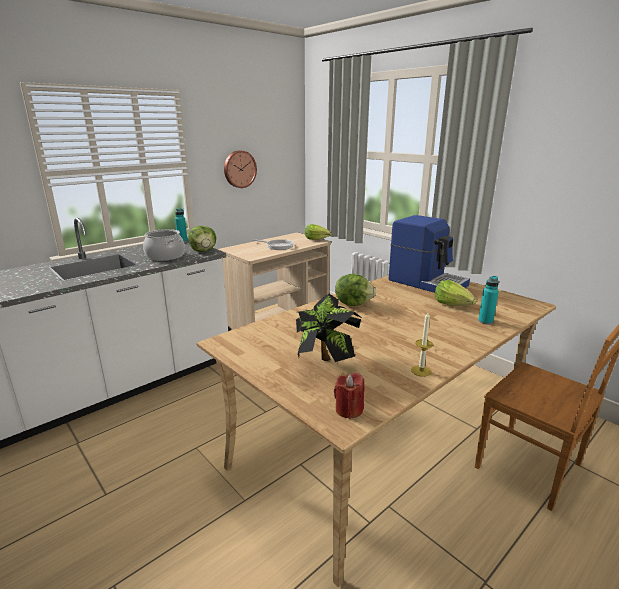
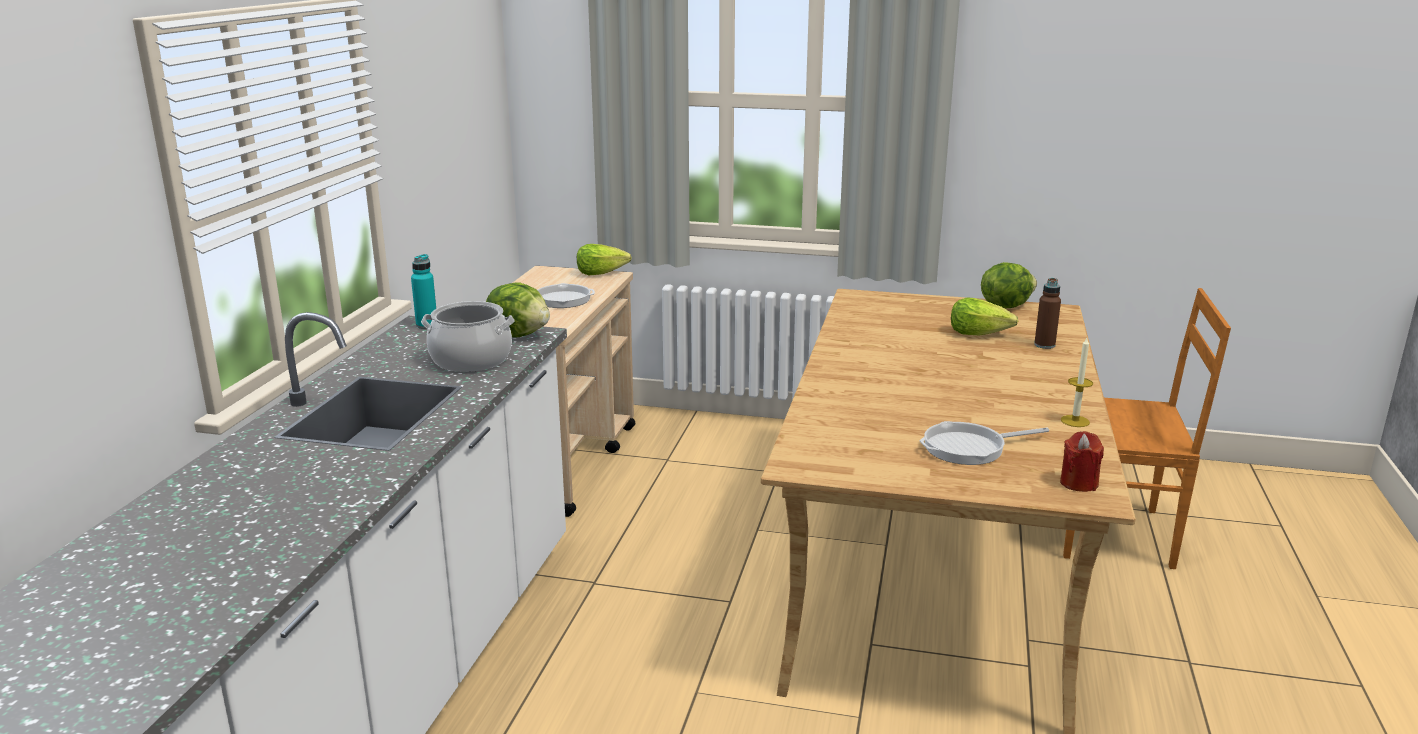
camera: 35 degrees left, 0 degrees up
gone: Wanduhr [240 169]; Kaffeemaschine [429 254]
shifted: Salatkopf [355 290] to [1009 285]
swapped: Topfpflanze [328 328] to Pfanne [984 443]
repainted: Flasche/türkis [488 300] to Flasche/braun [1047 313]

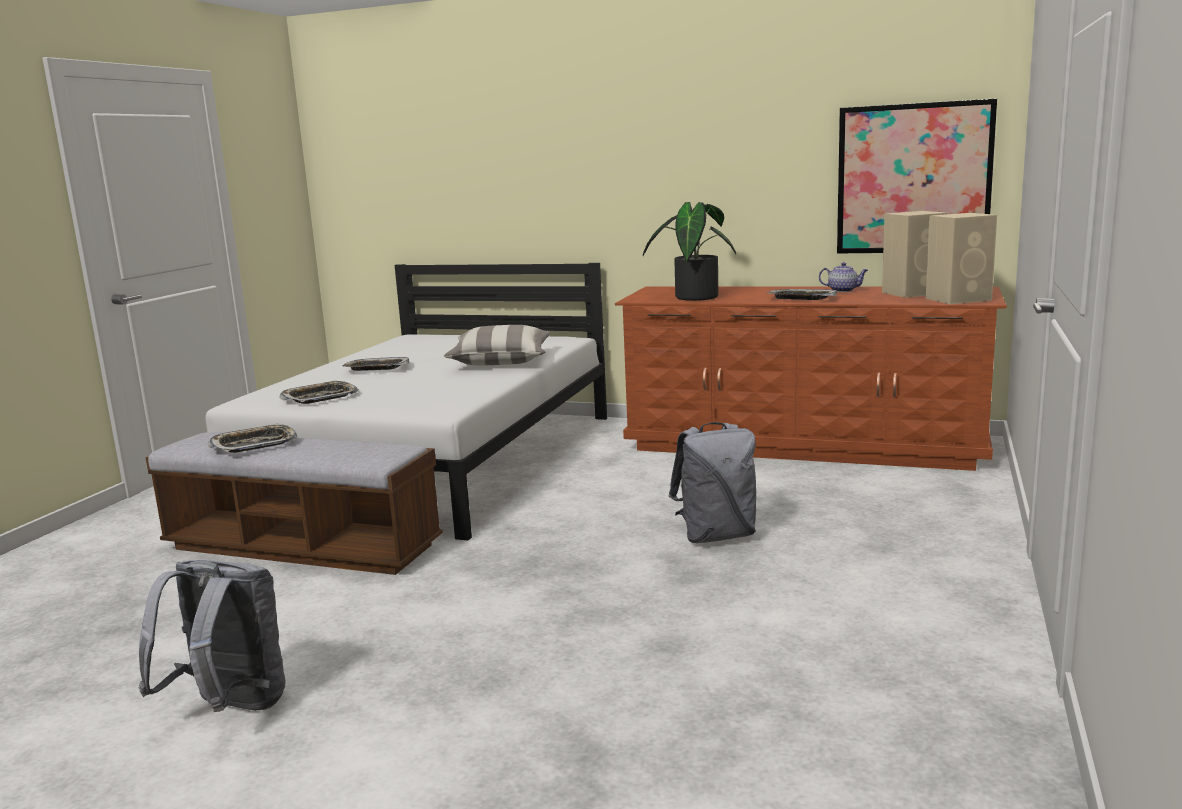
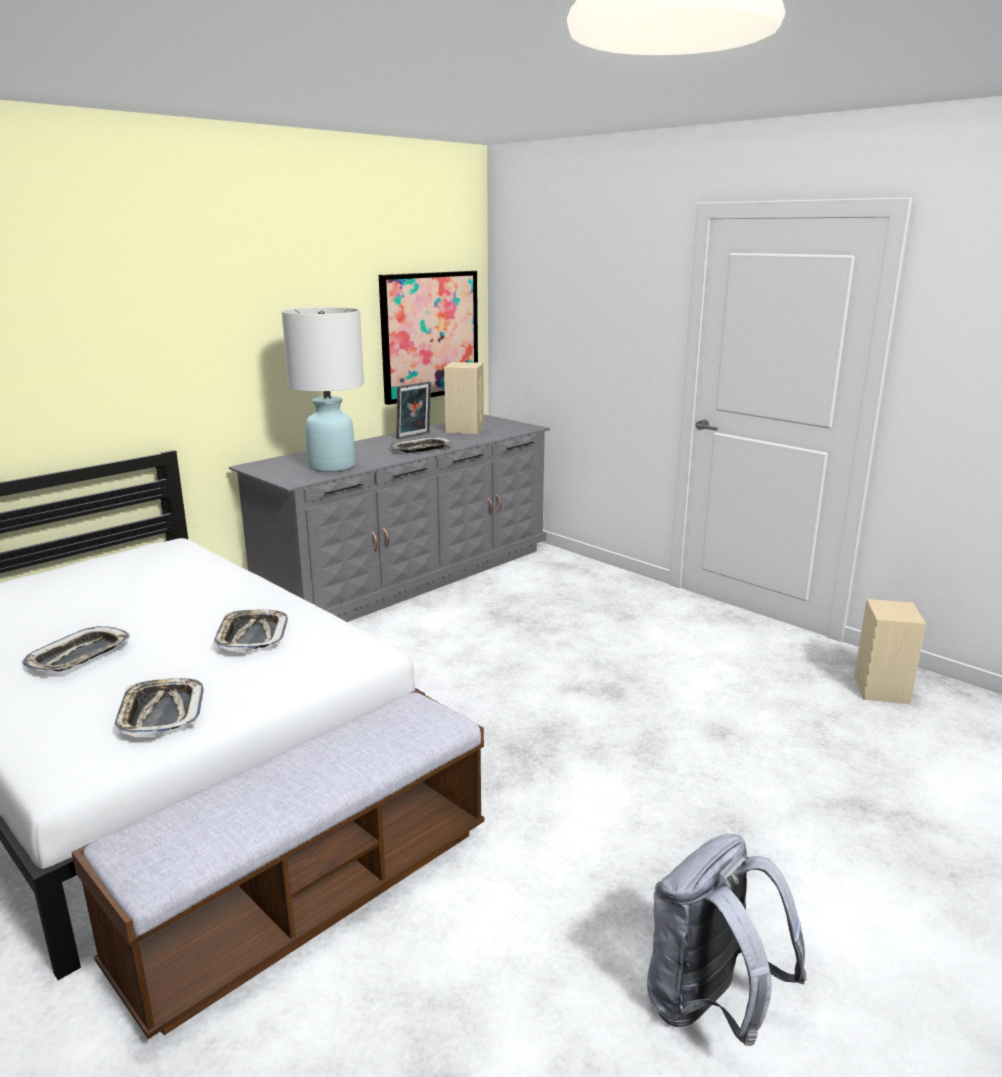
camera: 65 degrees left, 5 degrees up
gone: Kissen [497 345]; Rucksack/grau [712 482]
shifted: Lautsprecher/beige [961 258] to [890 651]; Tablett [252 438] to [251 631]
swapped: Topfpflanze [689 251] to Tischlampe/weiß [322 389]; Teekanne [843 277] to Bilderrahmen [413 410]
repainted: Kommode/braun [811 378] to Kommode/grau [389 518]

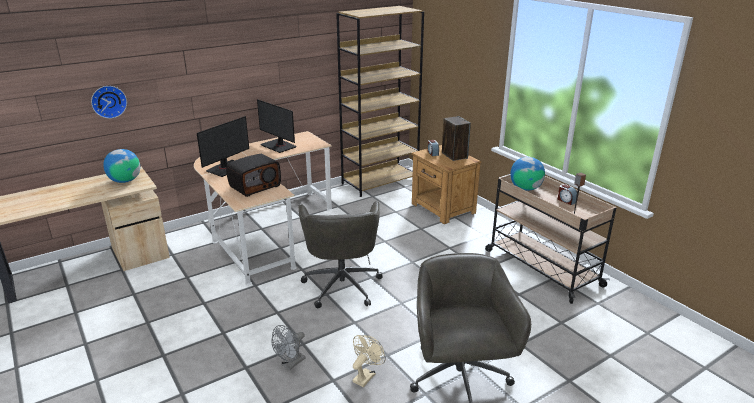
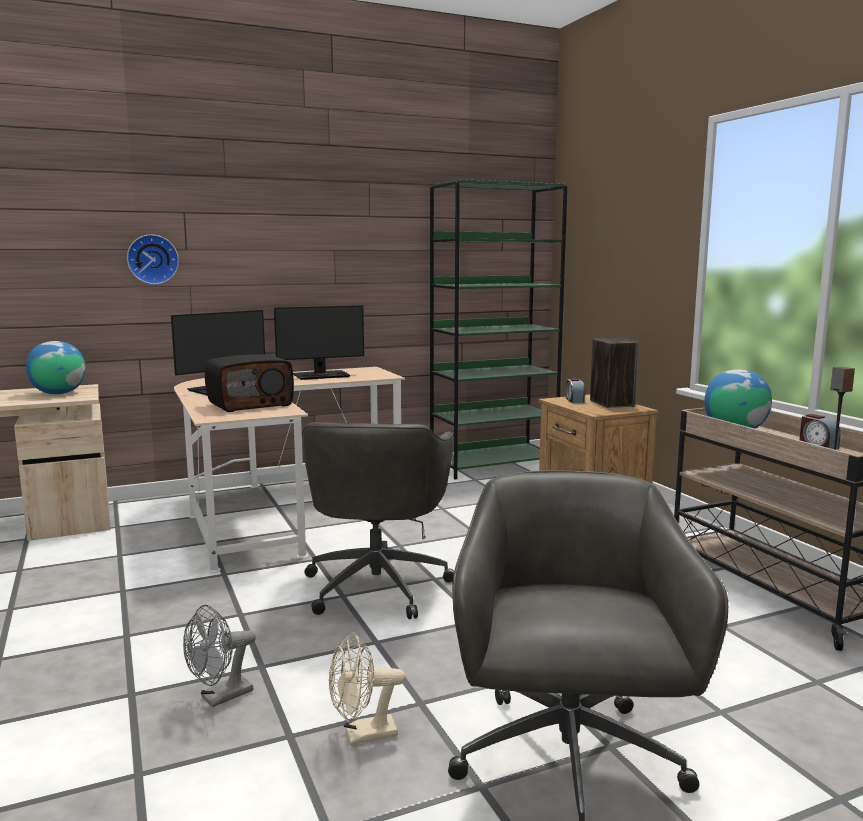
camera: 10 degrees right, 15 degrees down
shifted: Wanduhr [109 102] to [153 259]
repainted: Bücherregal/braun [380 101] to Bücherregal/grün [498 329]
rotated: Monitor [277 126] = [319 342] 75 degrees counterclockwise; Ventilator/beige [369 361] = [367 688] 150 degrees counterclockwise

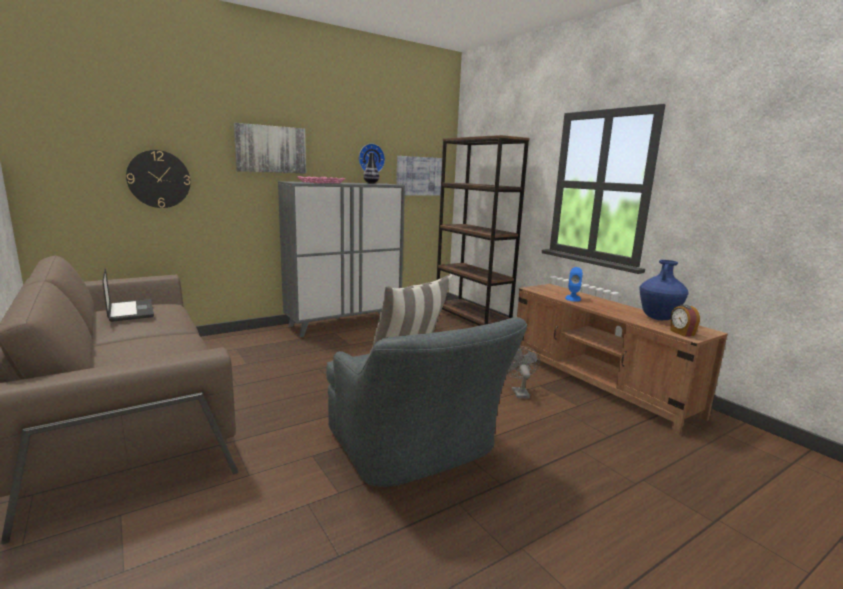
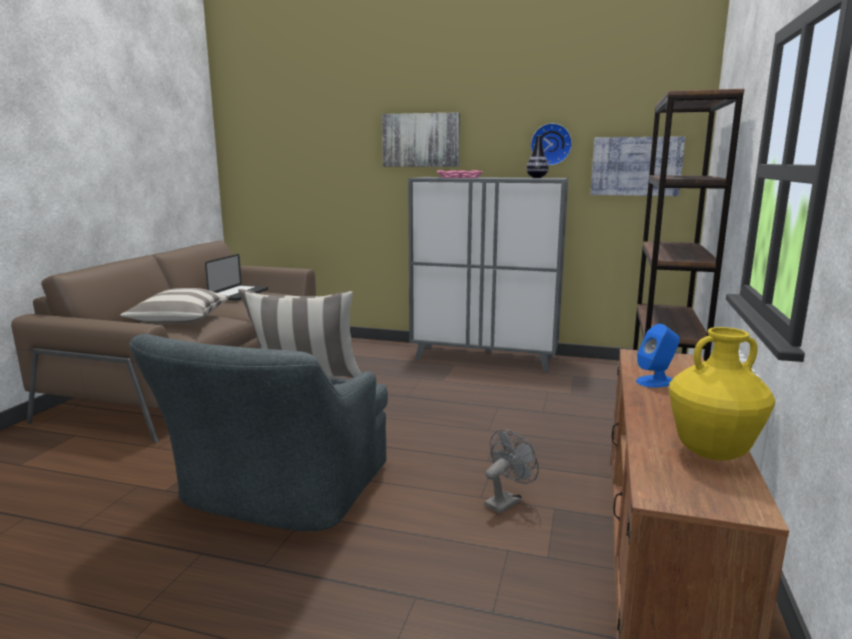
camera: 50 degrees right, 0 degrees up
gone: Wanduhr [158 179]; Wecker [685 321]
new: Kissen [174 306]
repainted: Vase/blau [664 290] to Vase/gelb [722 394]

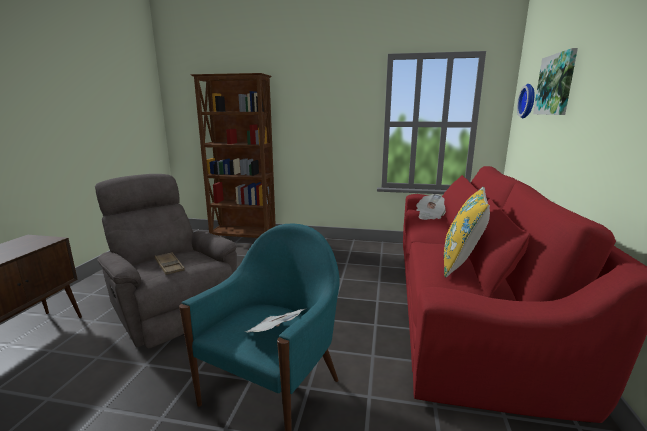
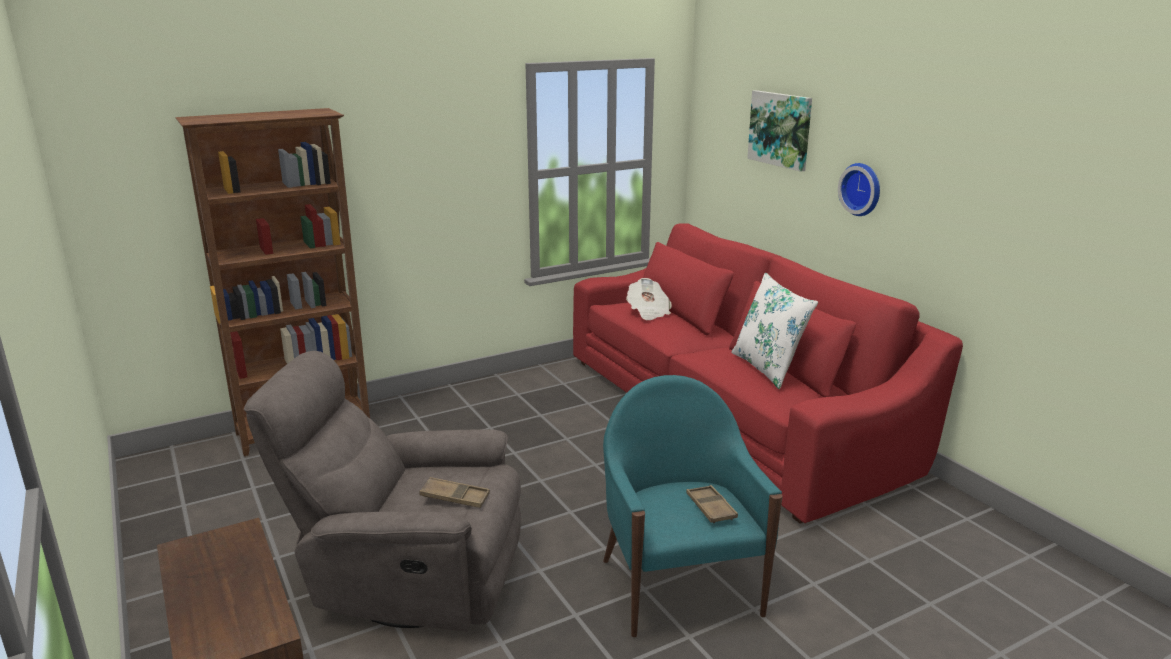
camera: 40 degrees left, 5 degrees up
shifted: Wanduhr [526 101] to [859 189]
swapped: Zeitung [275 321] to Tablett/braun [712 504]
repainted: Kissen/gelb [467 232] to Kissen/weiß [774 331]

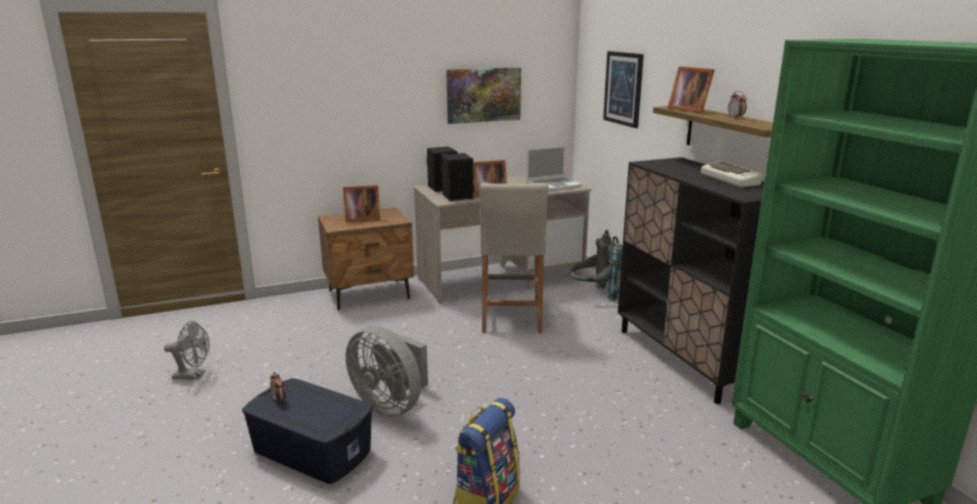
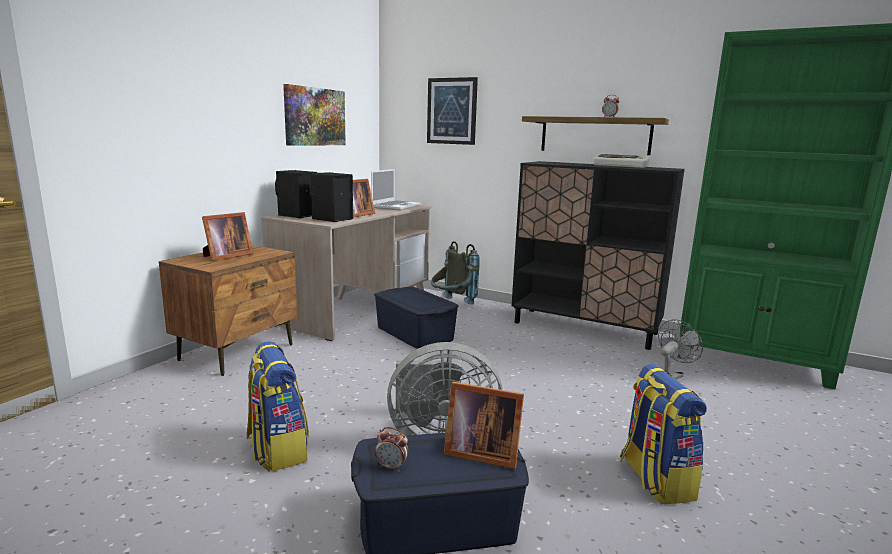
camera: 40 degrees left, 5 degrees down
new: Rucksack [278 406]
shifted: Bilderrahmen [691 89] to [484 425]; Ventilator/grau [187 350] to [680 349]
swapped: Hocker/beige [514 257] to Aufbewahrungsbox/blau [416 318]

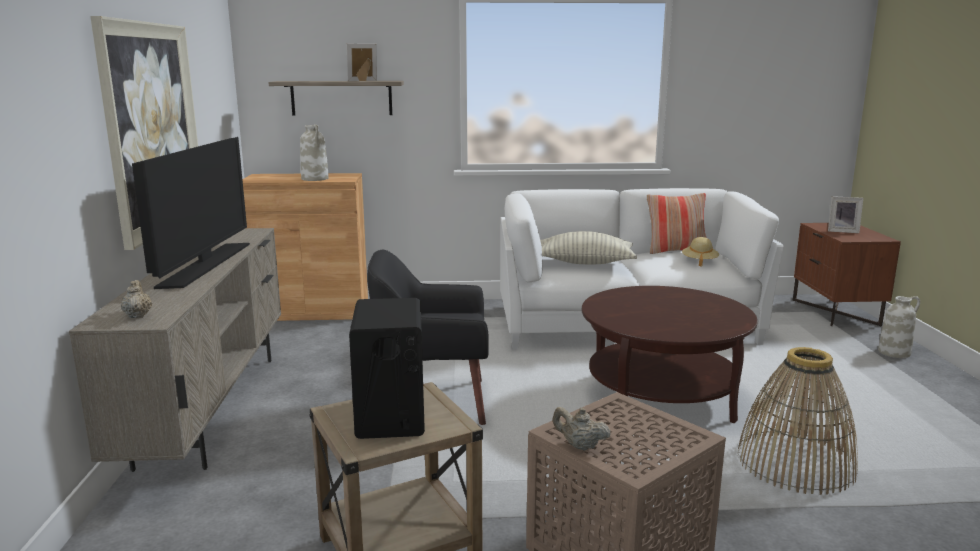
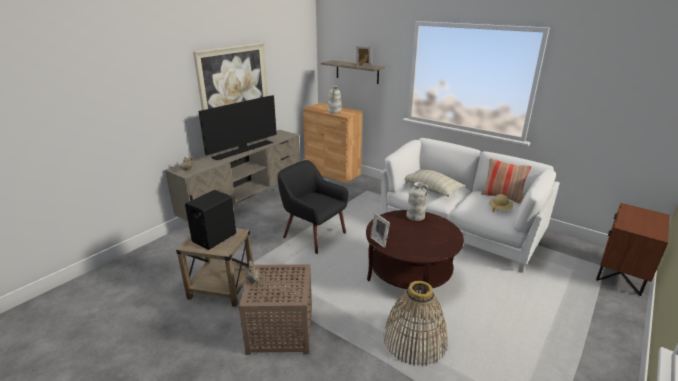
camera: 40 degrees right, 10 degrees up
shifted: Bilderrahmen [845 214] to [380 230]; Vase/weiß [899 327] to [417 201]

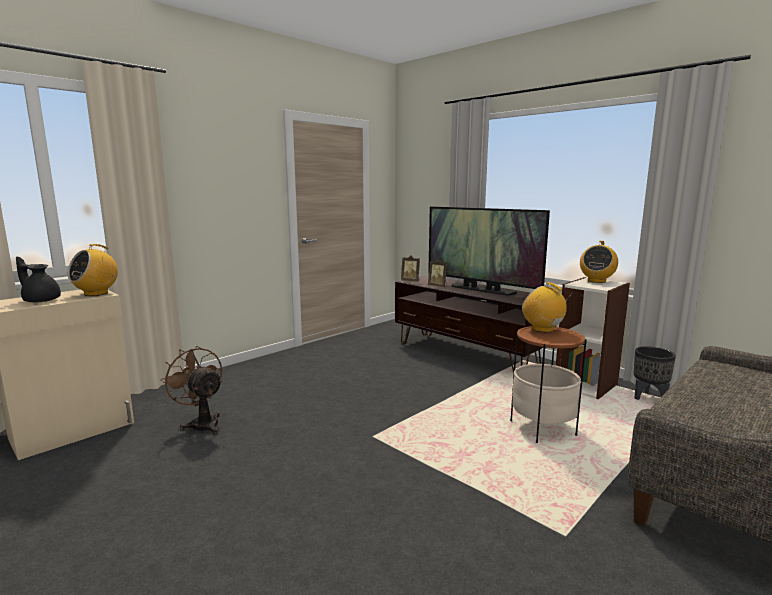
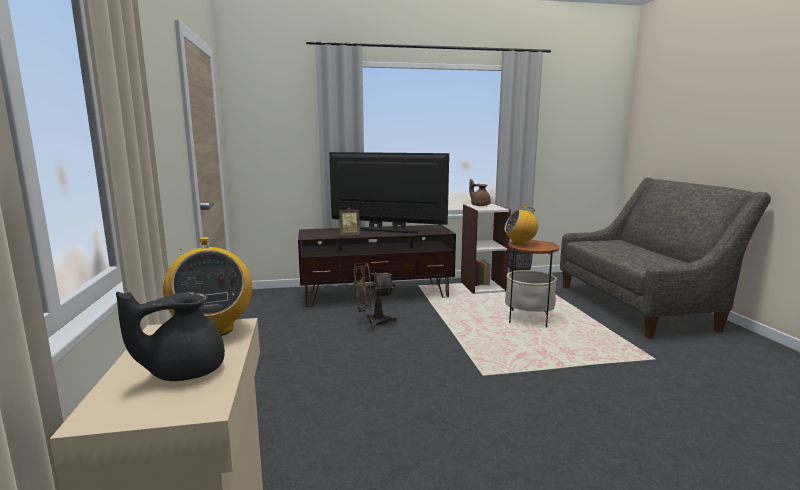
camera: 55 degrees left, 0 degrees up
gone: Bilderrahmen [410 269]
shifted: Ventilator/braun [191 390] to [375 295]
swapped: Radio [599 262] to Teekanne/braun [480 192]
rotated: Fernseher [489 251] = [389 192] 150 degrees counterclockwise

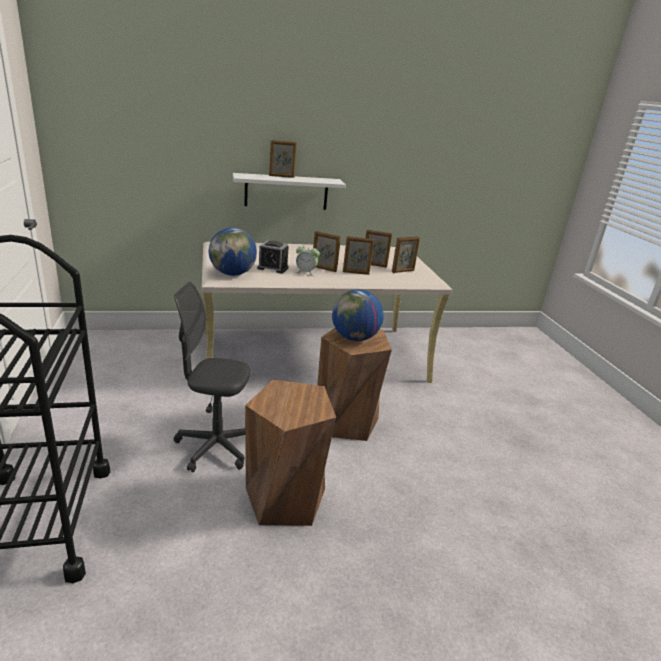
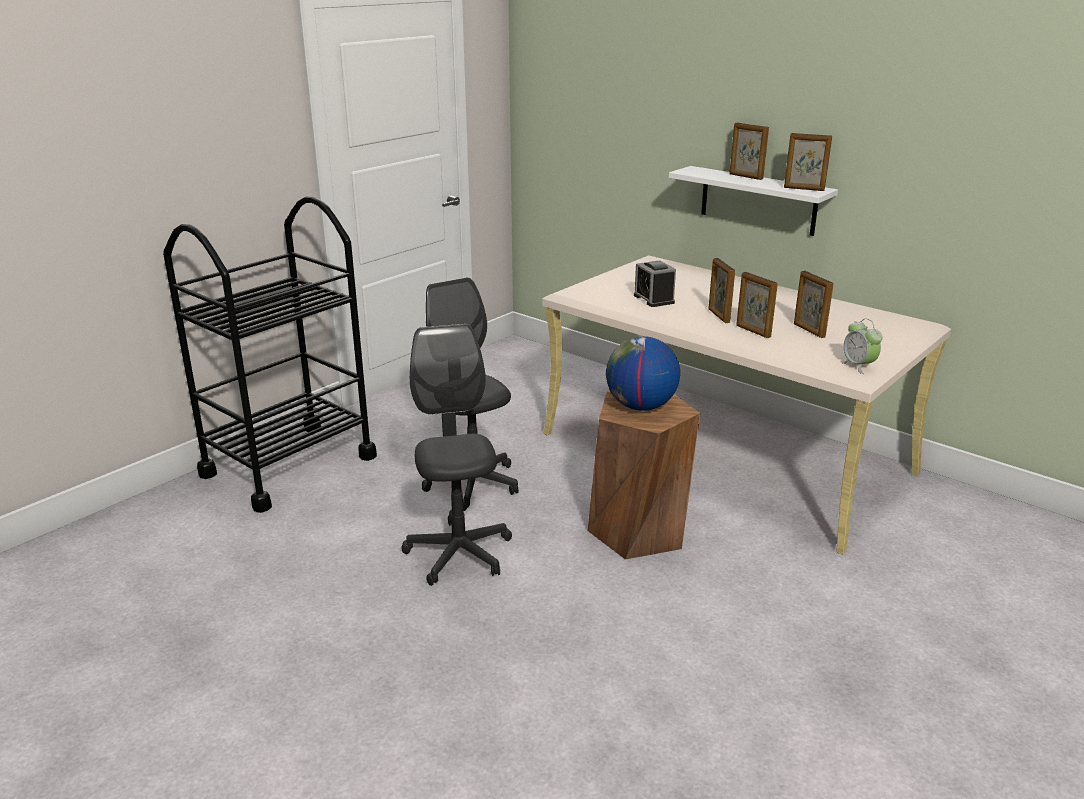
camera: 55 degrees right, 0 degrees up
gone: Globus [233 252]
shifted: Bilderrahmen [406 254] to [808 162]; Wecker [307 259] to [861 346]
swapped: Hocker/braun [290 453] to Bürostuhl/grau [456 455]

